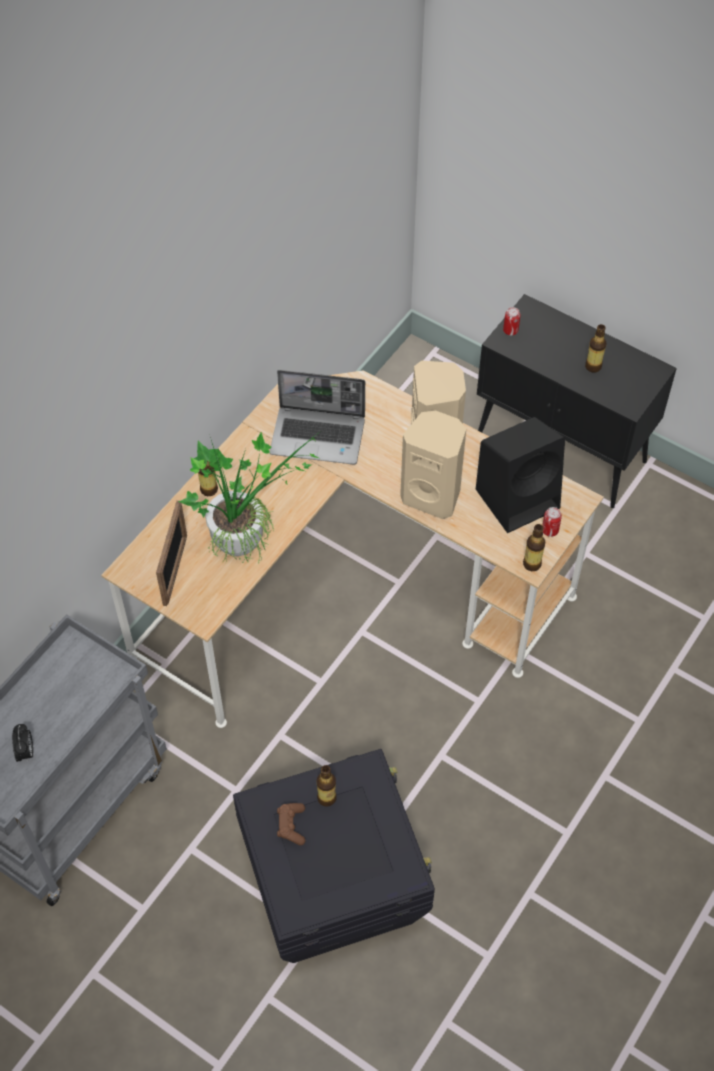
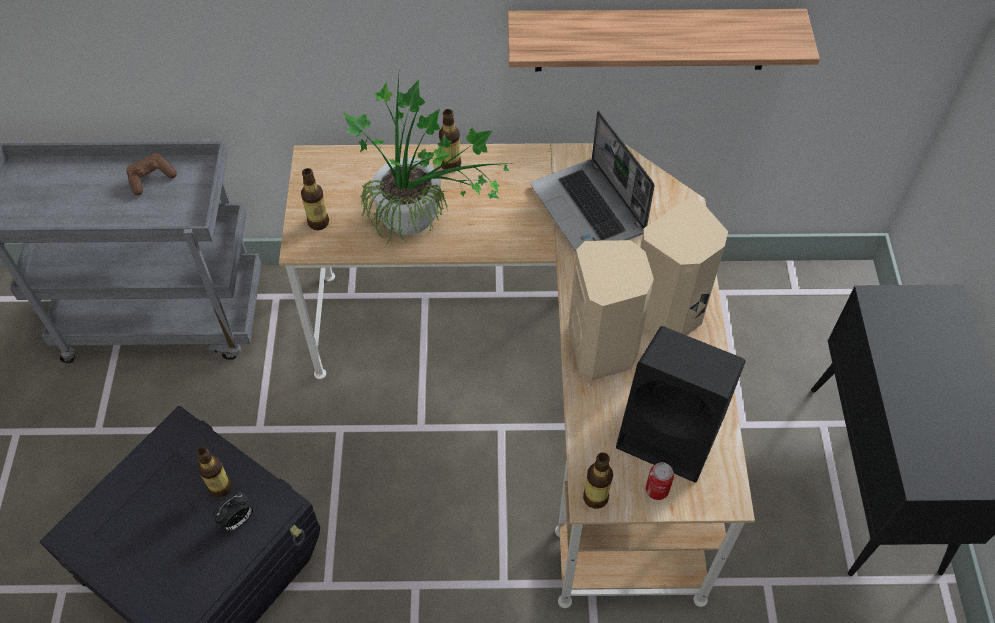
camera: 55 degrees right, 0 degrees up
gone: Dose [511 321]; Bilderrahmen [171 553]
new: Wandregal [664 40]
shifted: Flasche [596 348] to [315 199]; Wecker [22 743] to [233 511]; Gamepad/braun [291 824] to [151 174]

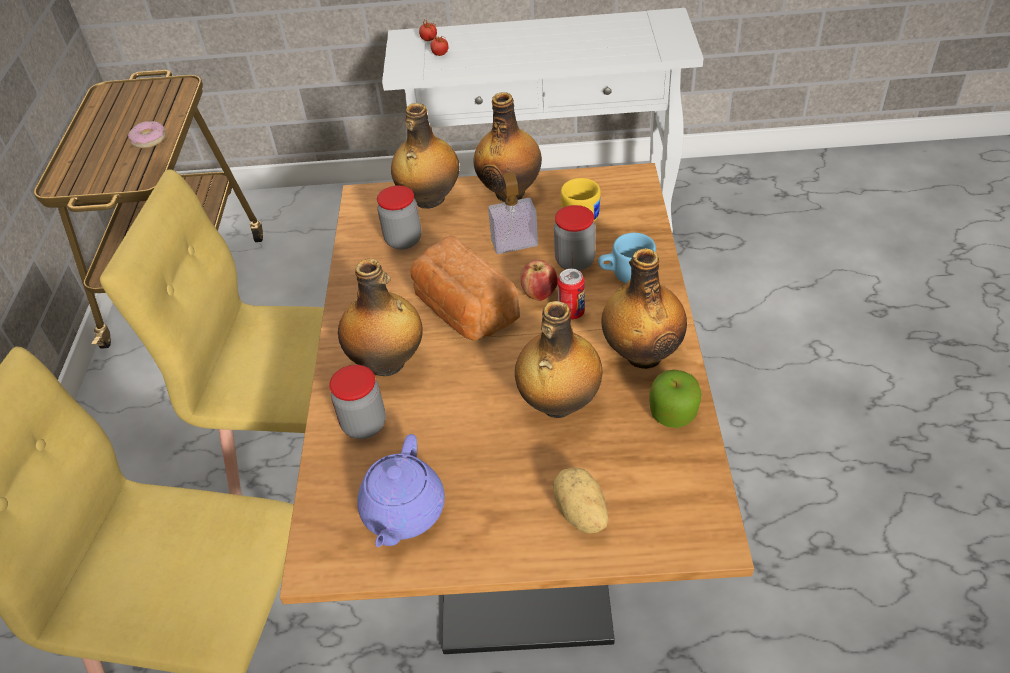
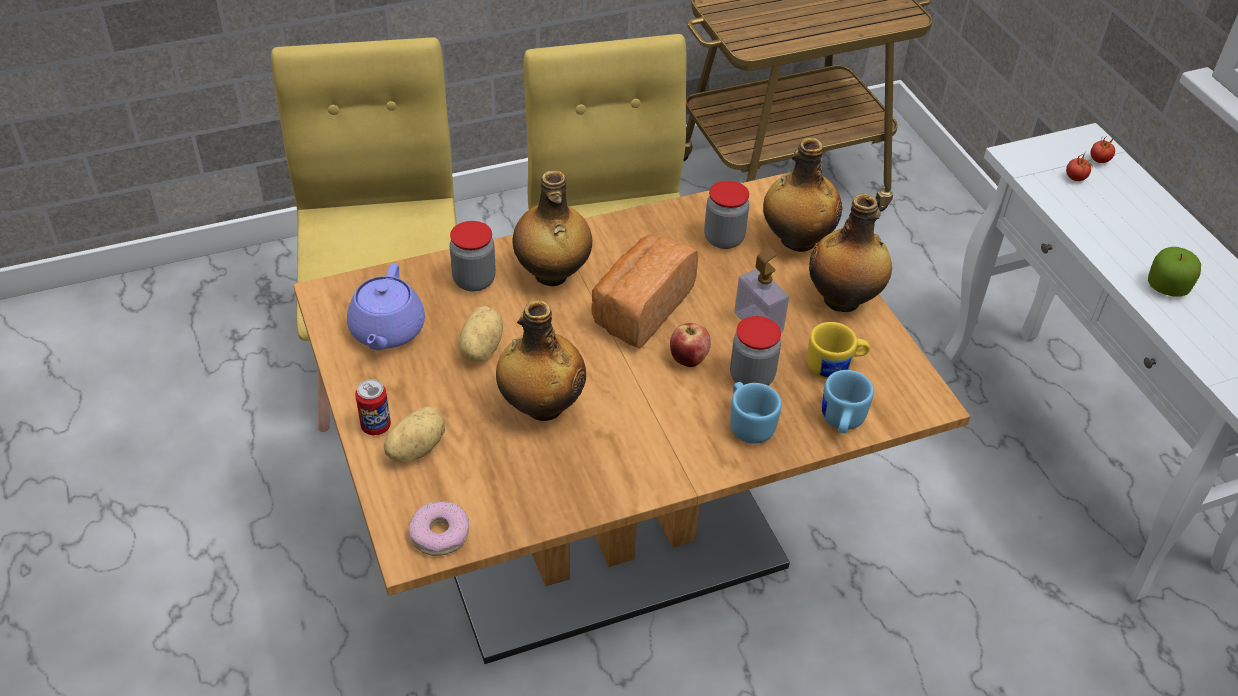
camera: 65 degrees right, 0 degrees up
gone: Flasche [644 308]
new: Kartoffel [481 334]; Henkelbecher/blau [848 401]
shifted: Donut [147 134] to [439 528]; Dose [571 294] to [373 407]; Apfel [675 399] to [1174 272]
rotated: Teekanne/lila [401 490] = [386 306] 75 degrees counterclockwise

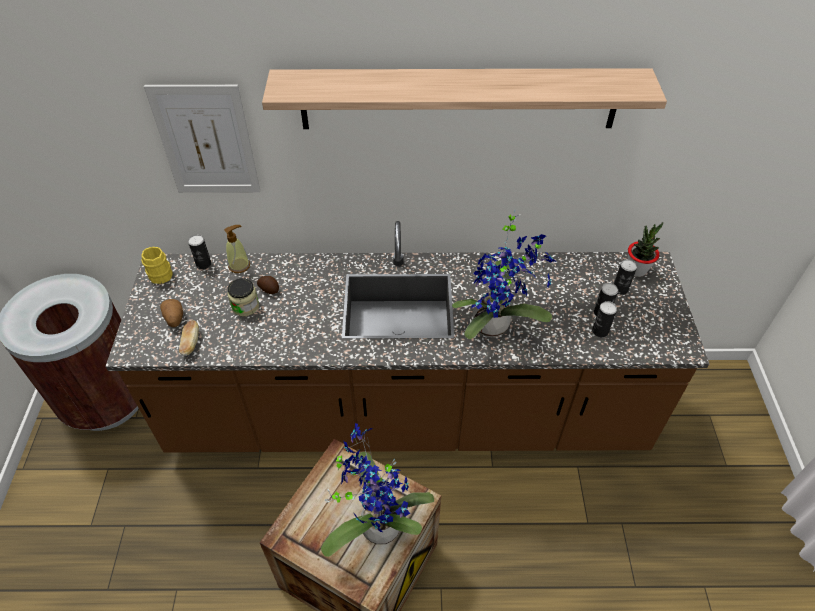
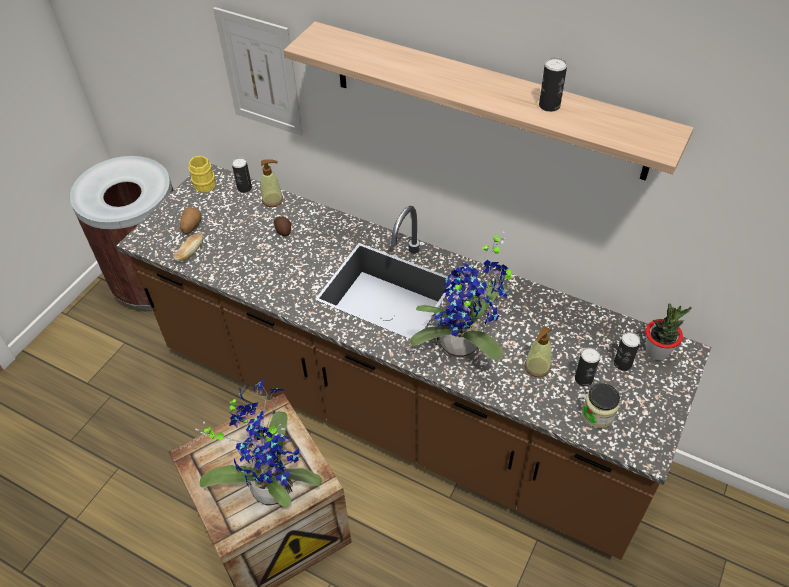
camera: 30 degrees right, 0 degrees up
new: Seifenspender [538 351]
shifted: Vorratsglas [243 297] to [601 405]; Dose [604 319] to [553 85]

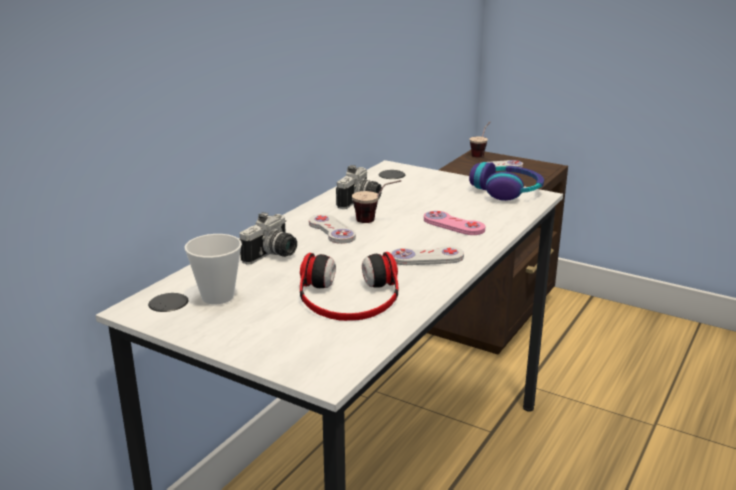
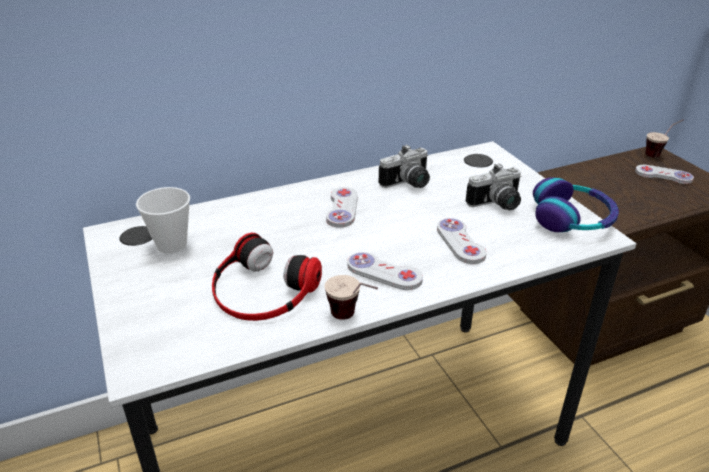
camera: 35 degrees right, 10 degrees up
shifted: Tasse [376 201] to [351 297]; Kamera [268 238] to [493 186]
repainted: Gamepad/rosa [454 223] to Gamepad/weiß [462 241]

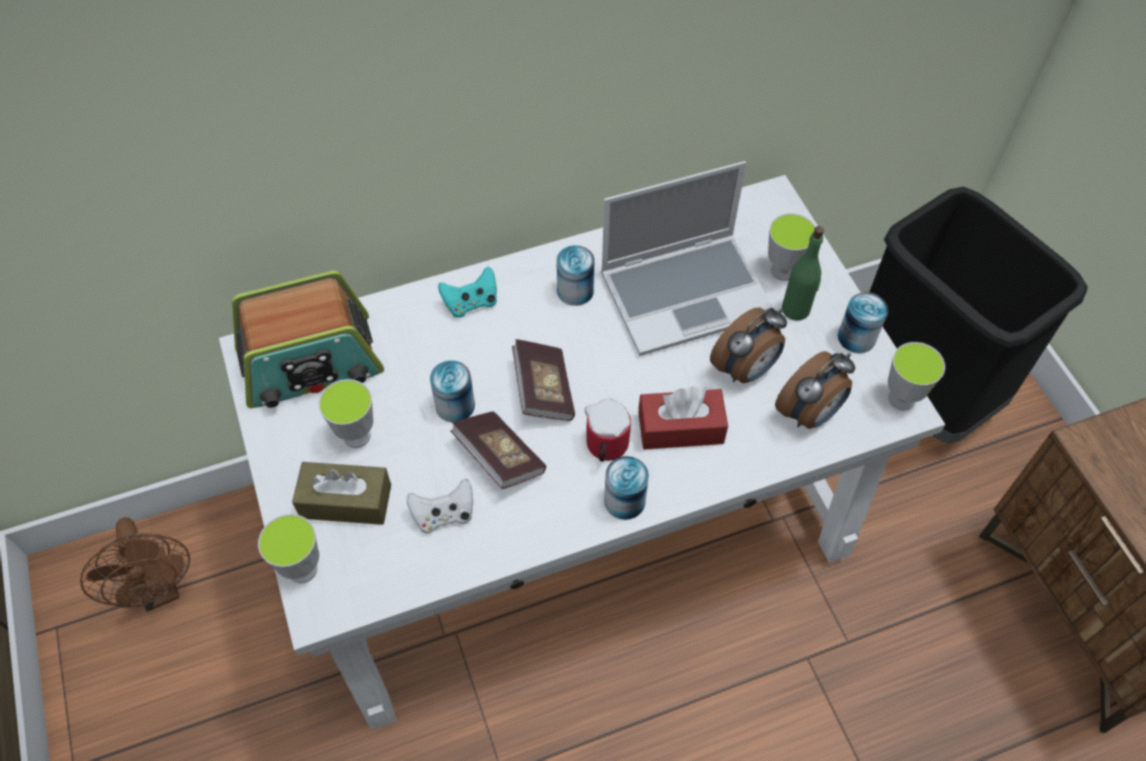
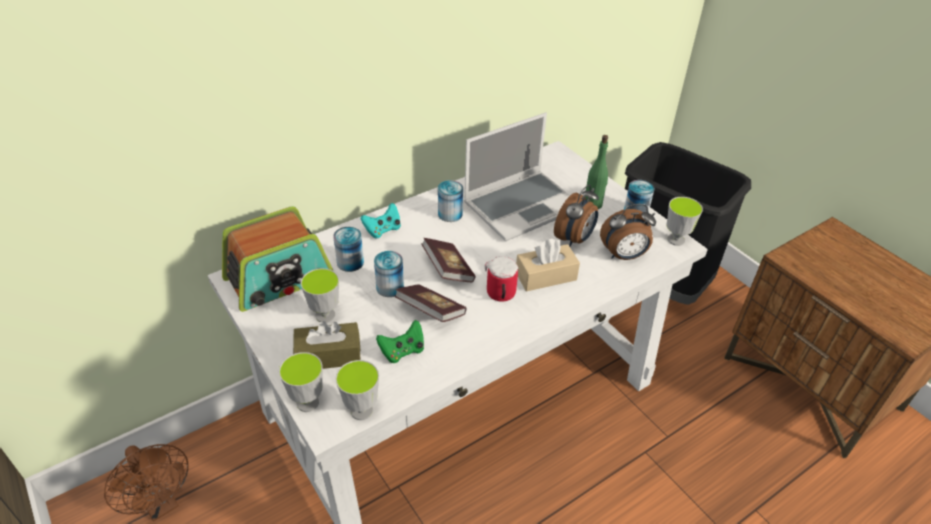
camera: 15 degrees left, 15 degrees down
shifted: Tasse [791 247] to [357 390]; Dose [626 488] to [348 249]
repainted: Taschentuchbox/rot [683 417] to Taschentuchbox/beige [548 265]; Gamepad/weiß [440 505] to Gamepad/grün [400 341]
rotated: Wecker [815 390] = [628 232] 45 degrees clockwise

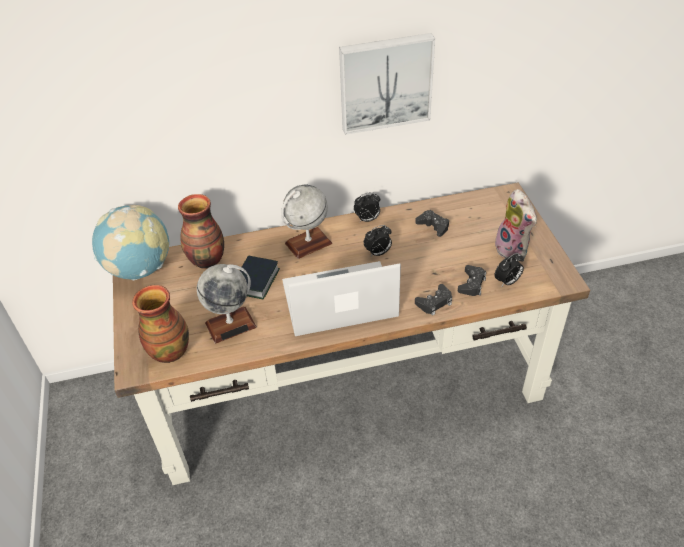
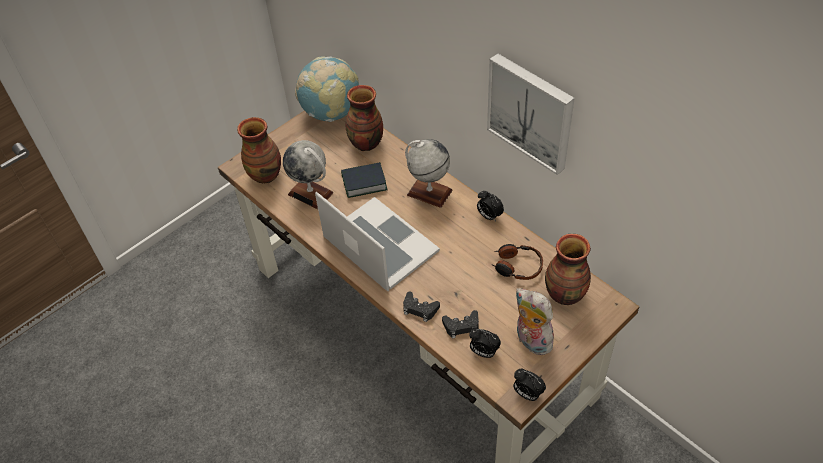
camera: 60 degrees right, 5 degrees up
new: Vase [568 269]
shifted: Wecker [378 240] to [529 385]
swapped: Gamepad/schwarz [432 223] to Kopfhörer [517 262]
rotated: Plüschtier [516 225] = [535 321] 105 degrees clockwise

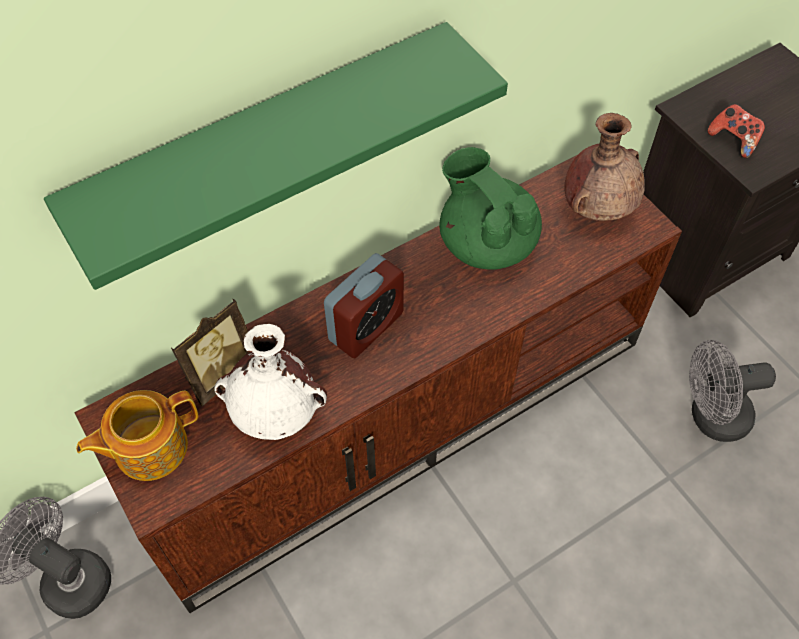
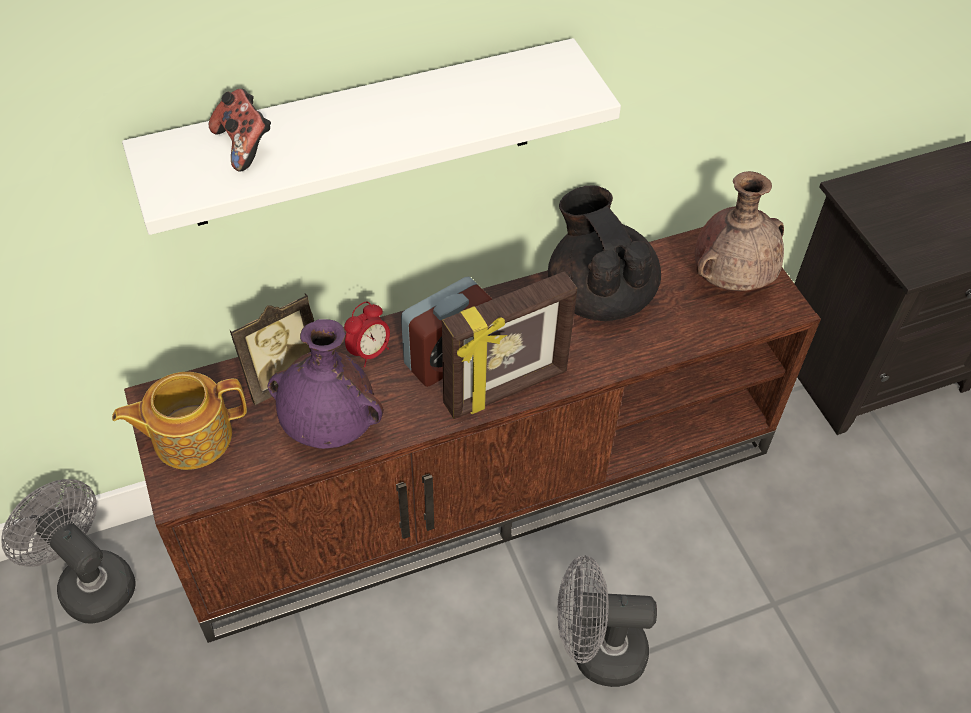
camera: 10 degrees right, 5 degrees down
new: Bilderrahmen [509 345]; Wecker [367 334]
shifted: Gamepad [736 131] to [240 130]; Ventilator/grau [732 391] to [607 621]
repainted: Wandregal/grün [276 156] to Wandregal/weiß [371 136]; Teekanne/grün [490 208] to Teekanne/schwarz [604 253]; Vase/weiß [270 382] to Vase/lila [326 384]

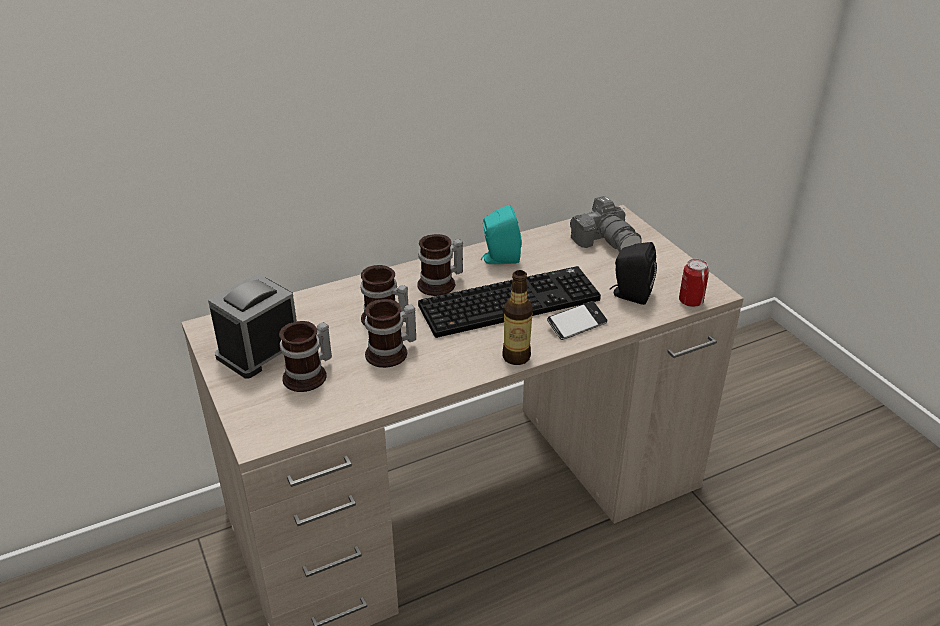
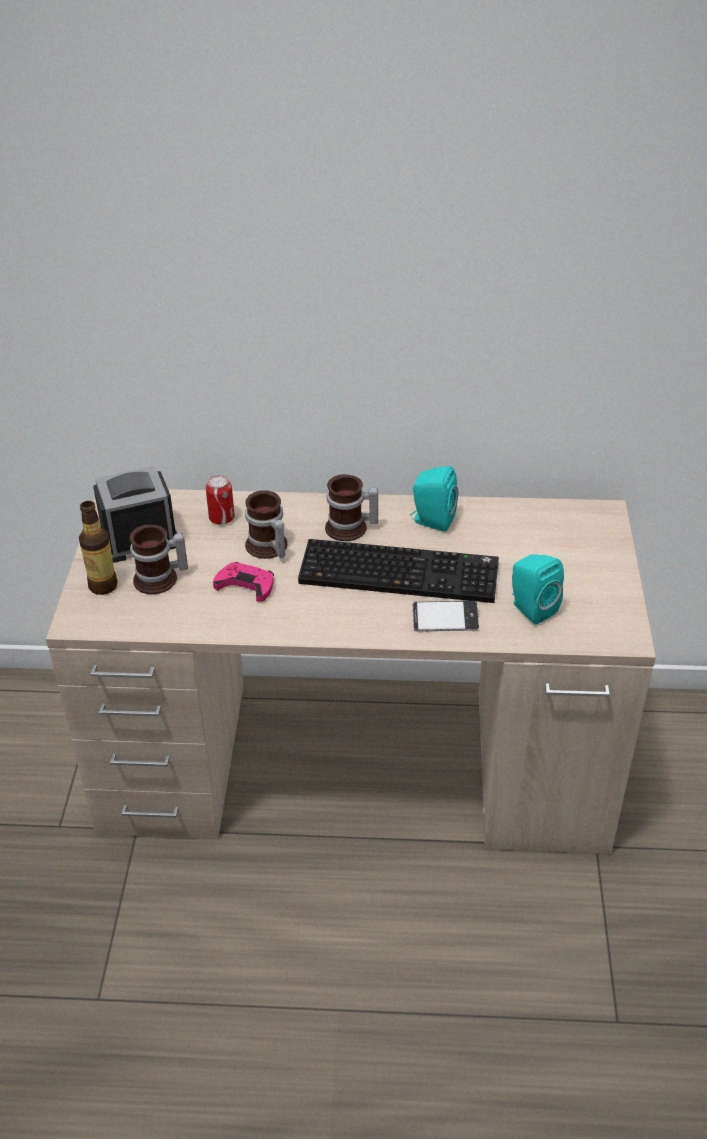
camera: 30 degrees right, 5 degrees up
gone: Kamera [606 224]
shifted: Dose [694 283] to [220 499]; Flasche [517 317] to [98 548]
swapped: Henkelbecher [390 333] to Gamepad/rosa [243 582]
repainted: Lautsprecher/schwarz [633 273] to Lautsprecher/türkis [538 589]

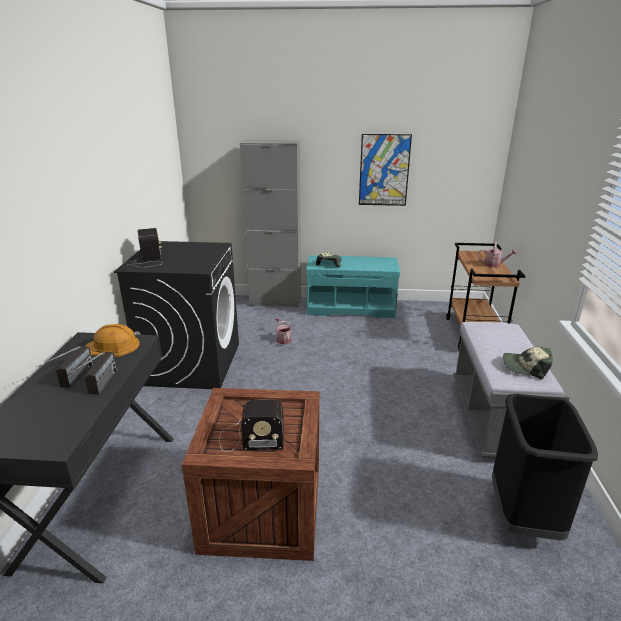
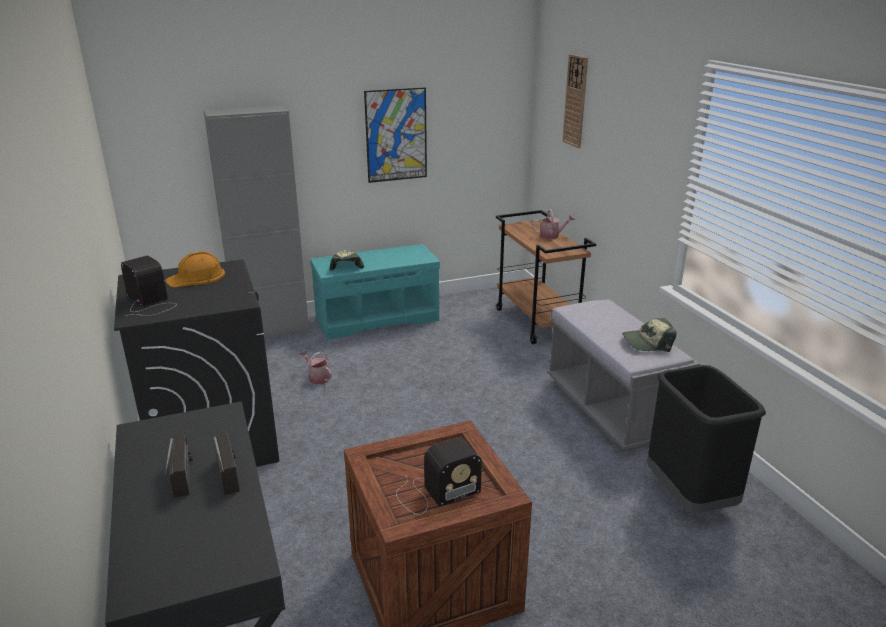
camera: 25 degrees left, 0 degrees up
new: Wanduhr [575 101]
shifted: Schutzhelm/orange [113 340] to [195 269]

